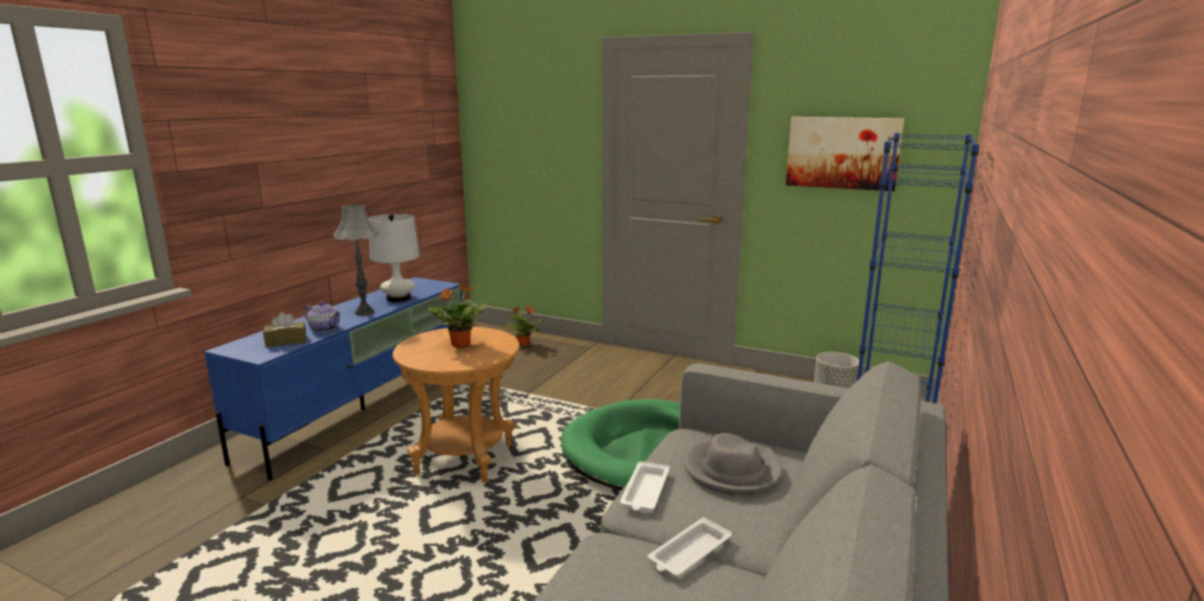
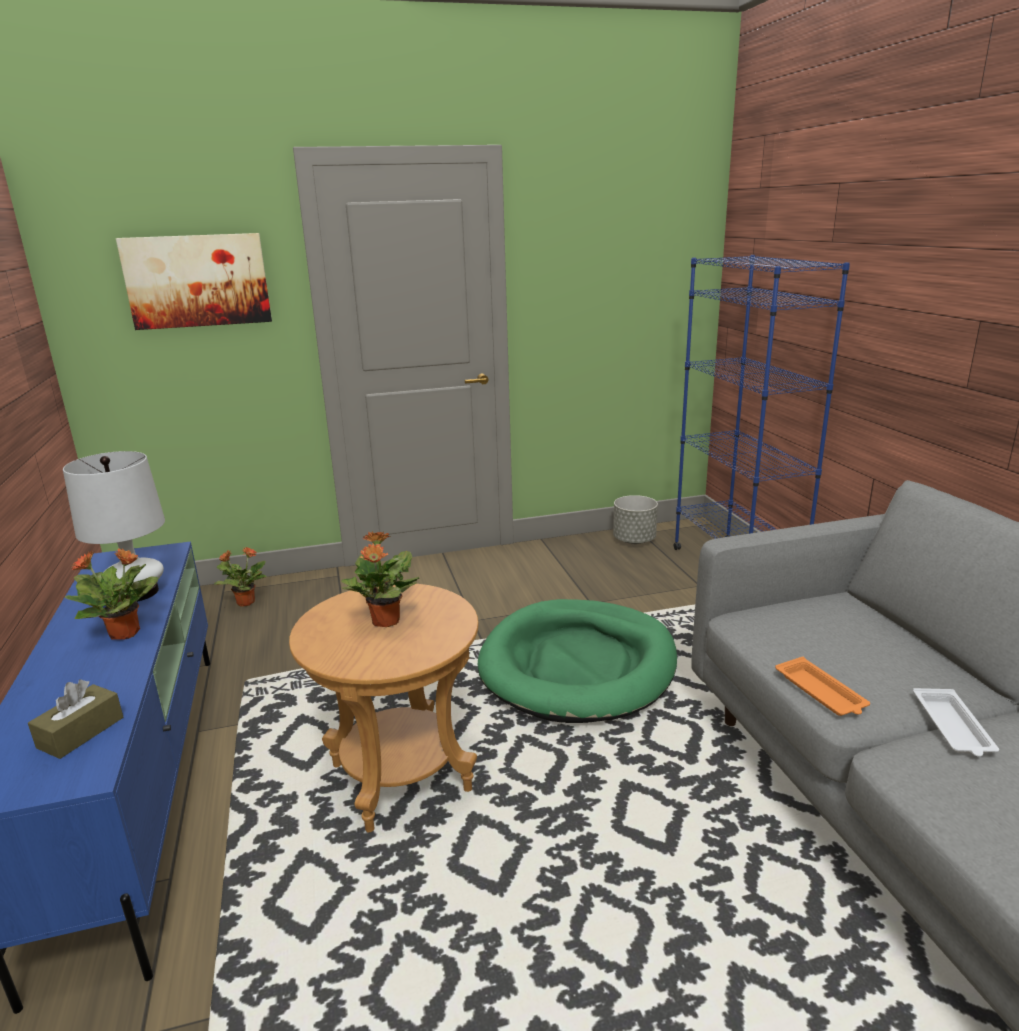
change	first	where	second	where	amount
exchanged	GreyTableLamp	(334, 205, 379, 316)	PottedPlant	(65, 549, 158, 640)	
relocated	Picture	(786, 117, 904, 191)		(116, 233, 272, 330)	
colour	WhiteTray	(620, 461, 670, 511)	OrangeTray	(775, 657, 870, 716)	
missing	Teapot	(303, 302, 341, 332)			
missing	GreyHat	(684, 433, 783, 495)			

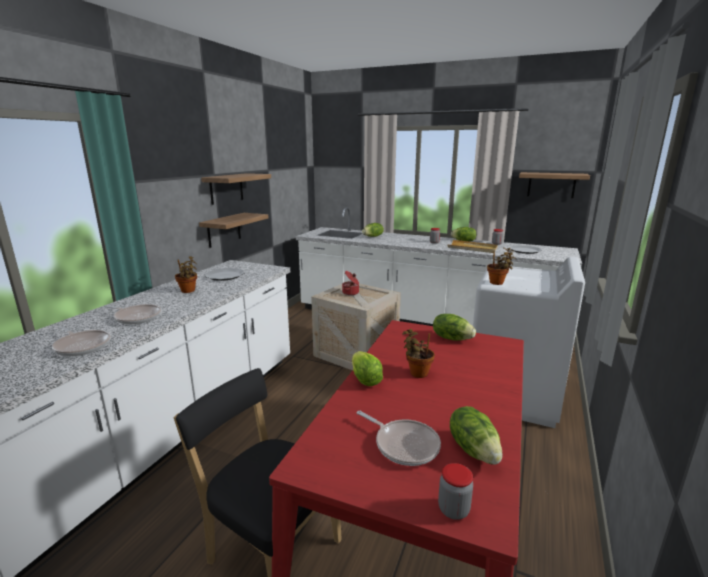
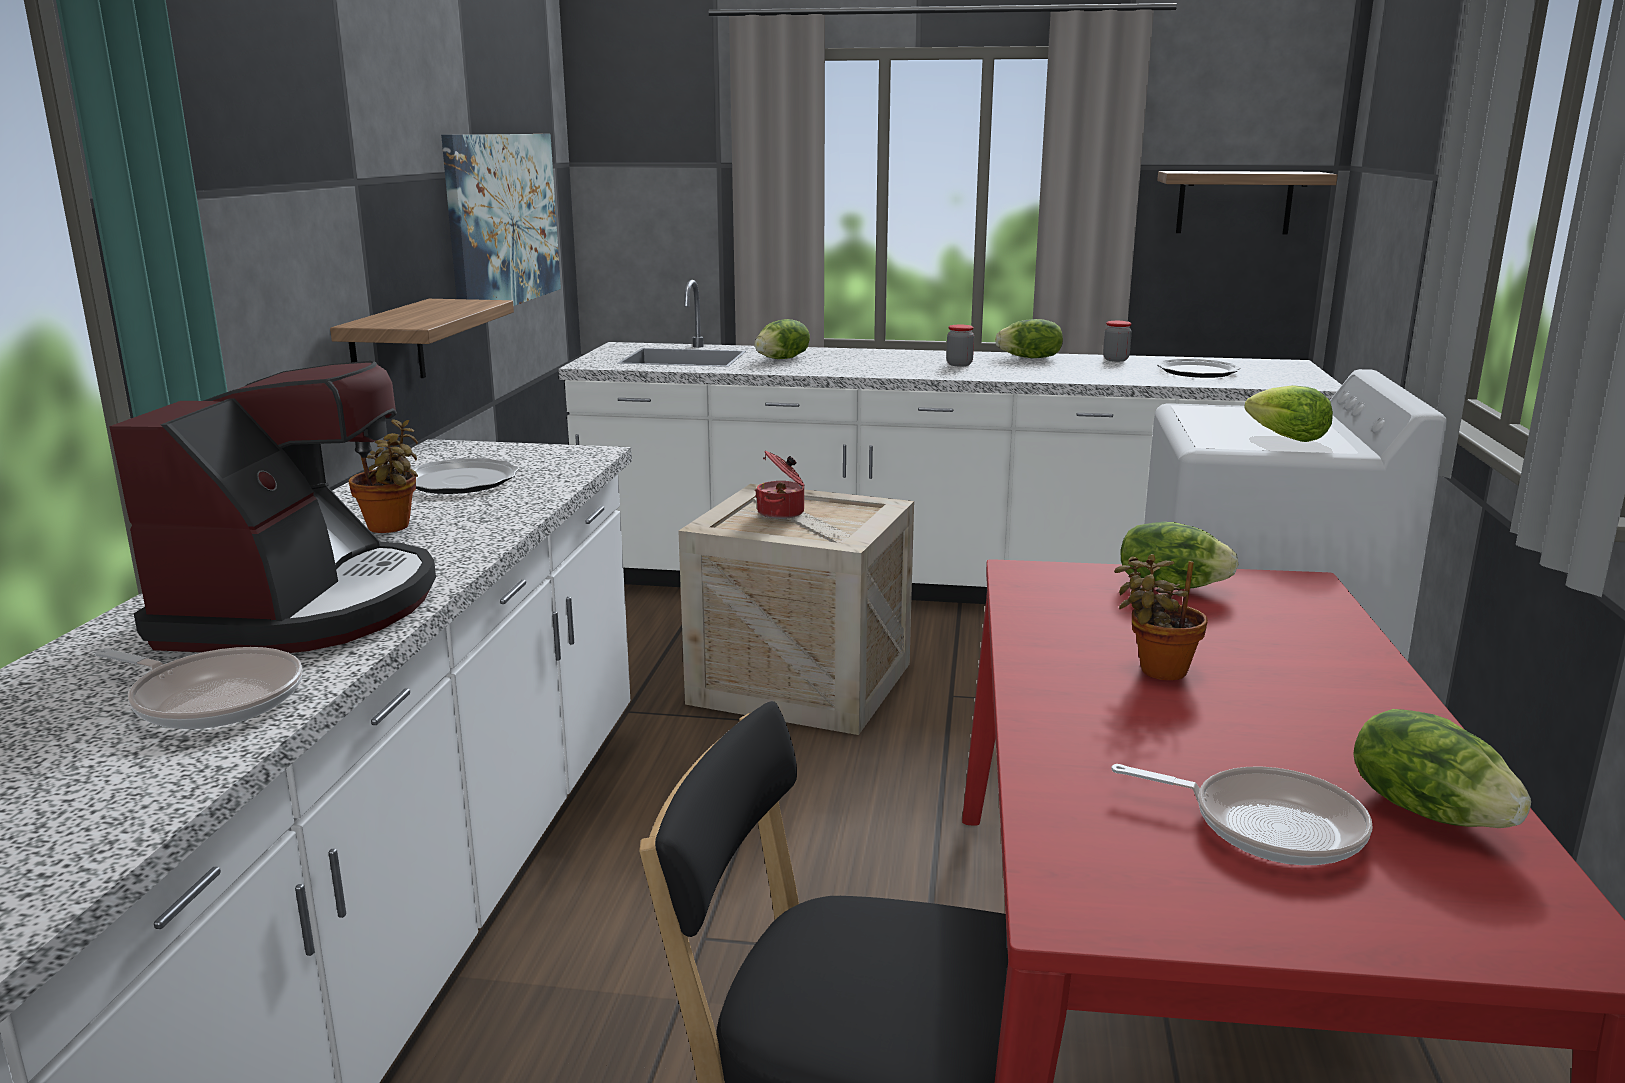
change	first	where	second	where	amount
exchanged	FryingPan	(104, 304, 161, 324)	CoffeeMachine	(109, 361, 436, 653)	
appeared			Picture	(441, 134, 561, 306)	
relocated	Lettuce	(352, 351, 383, 386)		(1244, 385, 1333, 442)	
missing	Shelf	(201, 173, 271, 205)			
missing	Jar	(438, 463, 473, 520)			
missing	BeigeTray	(447, 240, 498, 253)			
missing	PottedPlant	(487, 248, 516, 285)			

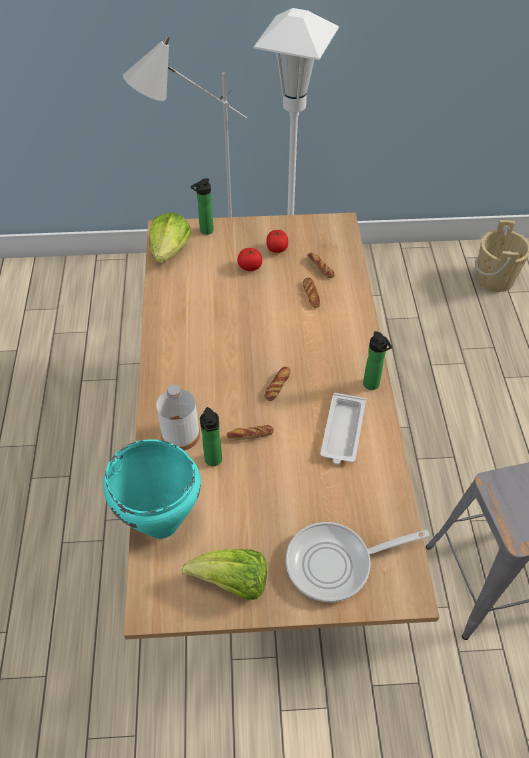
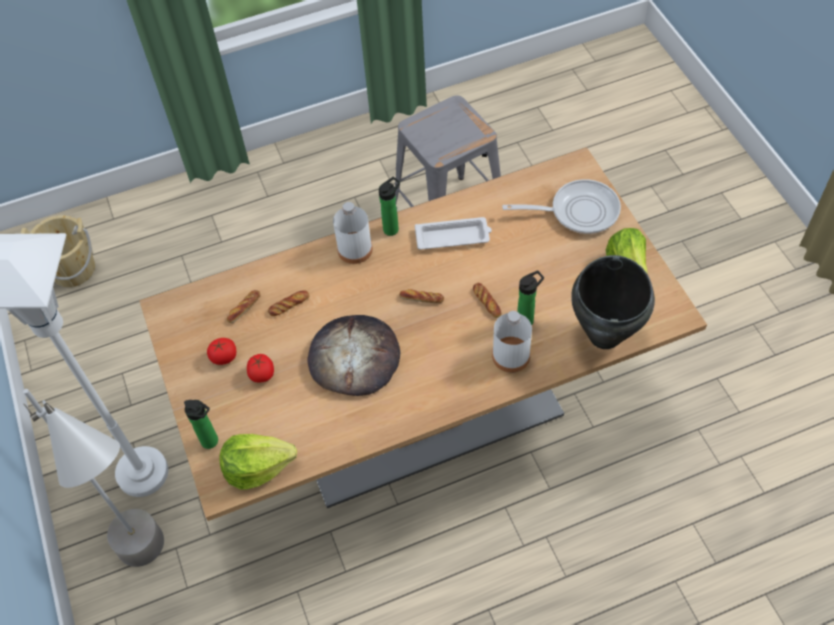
change	first	where	second	where	amount
appeared			Bread	(307, 315, 400, 396)	
appeared			WhiteBottle	(333, 202, 373, 264)	
spun	FryingPan	(286, 522, 430, 602)		(502, 179, 621, 234)	60 degrees counterclockwise
colour	TurquoiseCookingPot	(103, 439, 201, 539)	BlackCookingPot	(571, 255, 655, 349)	

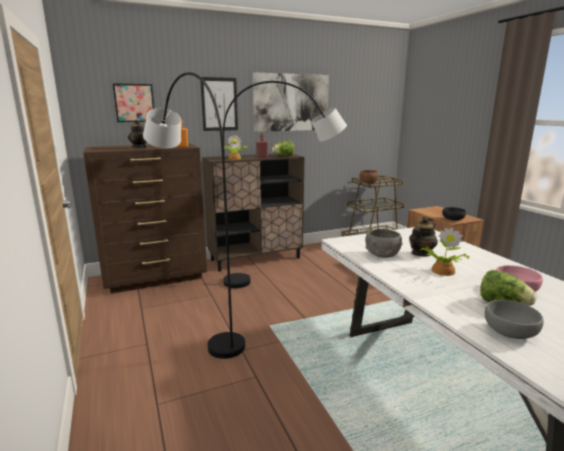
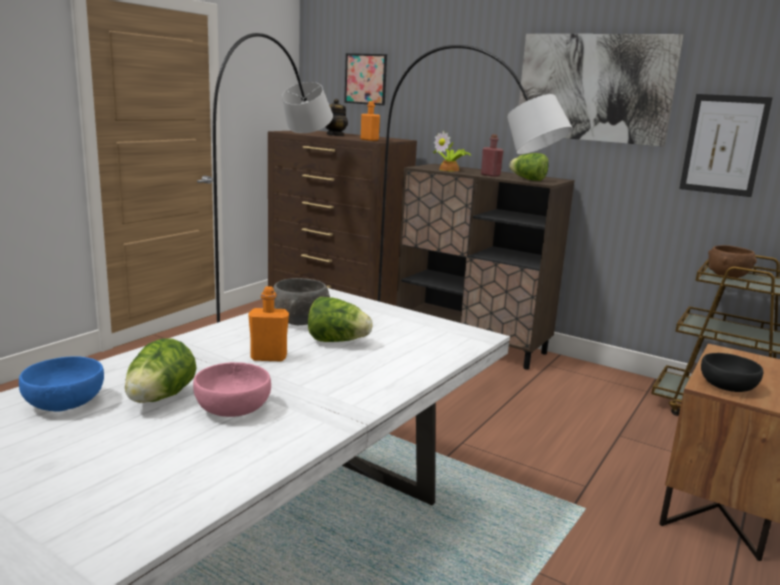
change	first	where	second	where	amount
colour	GreyBowl	(485, 300, 544, 339)	BlueBowl	(19, 356, 104, 412)	
exchanged	PottedPlant	(419, 227, 469, 276)	OrangeBottle	(248, 286, 289, 361)	
exchanged	Teapot	(409, 217, 438, 256)	Lettuce	(308, 297, 373, 342)	
relocated	Picture	(200, 77, 238, 131)		(679, 94, 773, 197)	

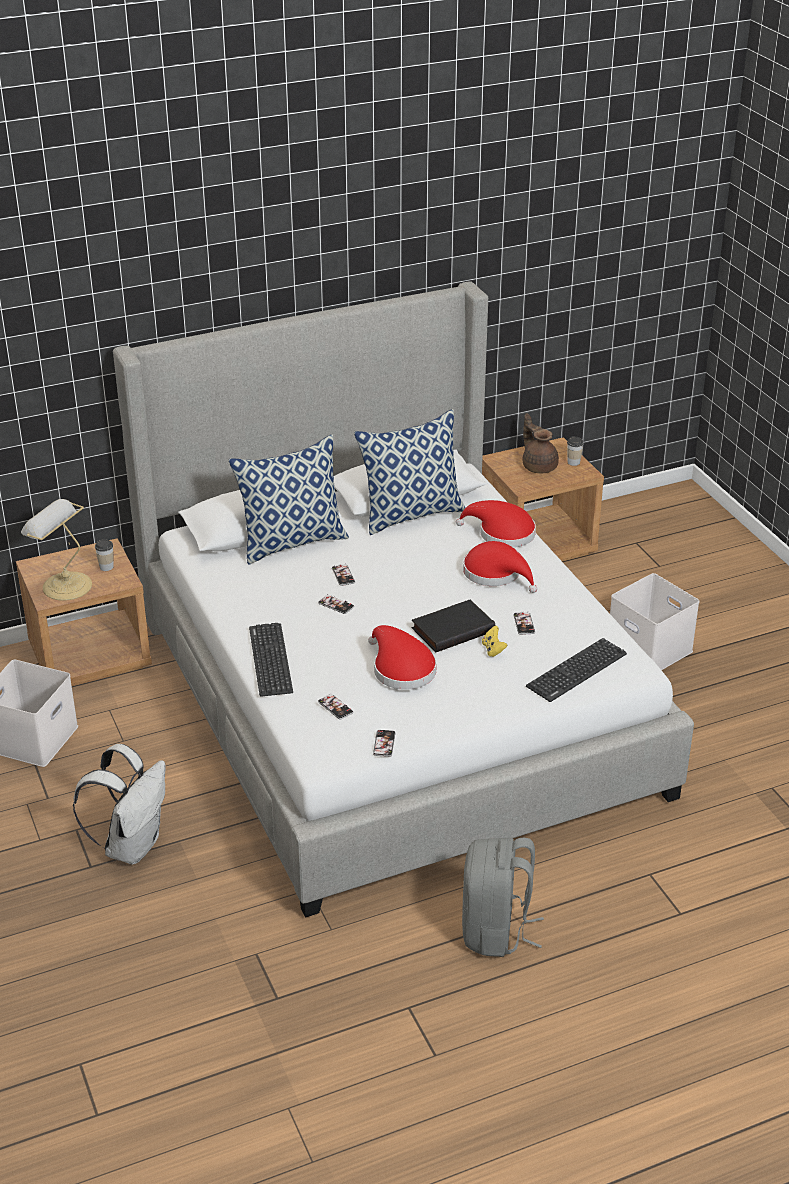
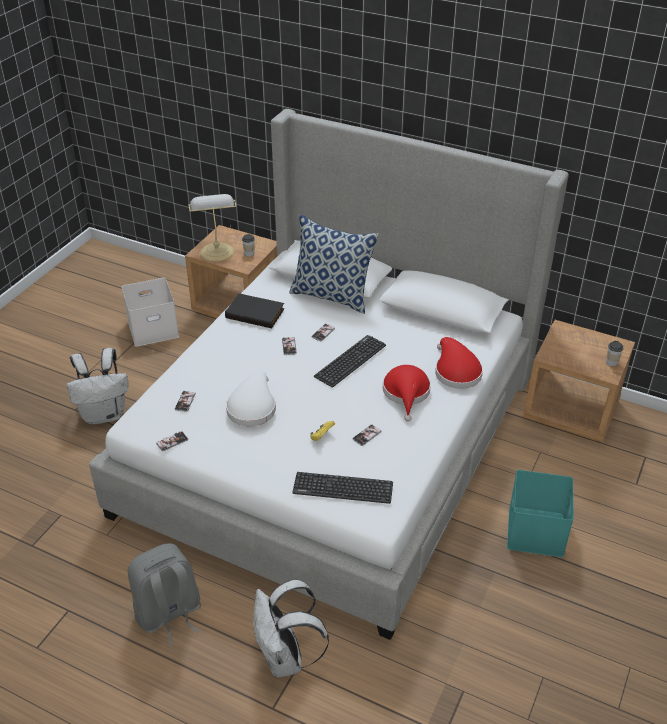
change	first	where	second	where	amount
relocated	BlackBook	(412, 599, 495, 653)		(225, 293, 284, 328)	
colour	RedHat	(368, 625, 437, 690)	WhiteHat	(226, 370, 276, 426)	
appeared			WhiteBackpack	(253, 579, 329, 677)	
relocated	Keyboard	(249, 623, 293, 697)		(314, 335, 386, 387)	
colour	WhiteStorageBox	(610, 573, 699, 670)	TurquoiseStorageBox	(507, 470, 574, 557)	
missing	Pillow	(354, 409, 465, 535)			
missing	BrownTeapot	(522, 414, 559, 473)			

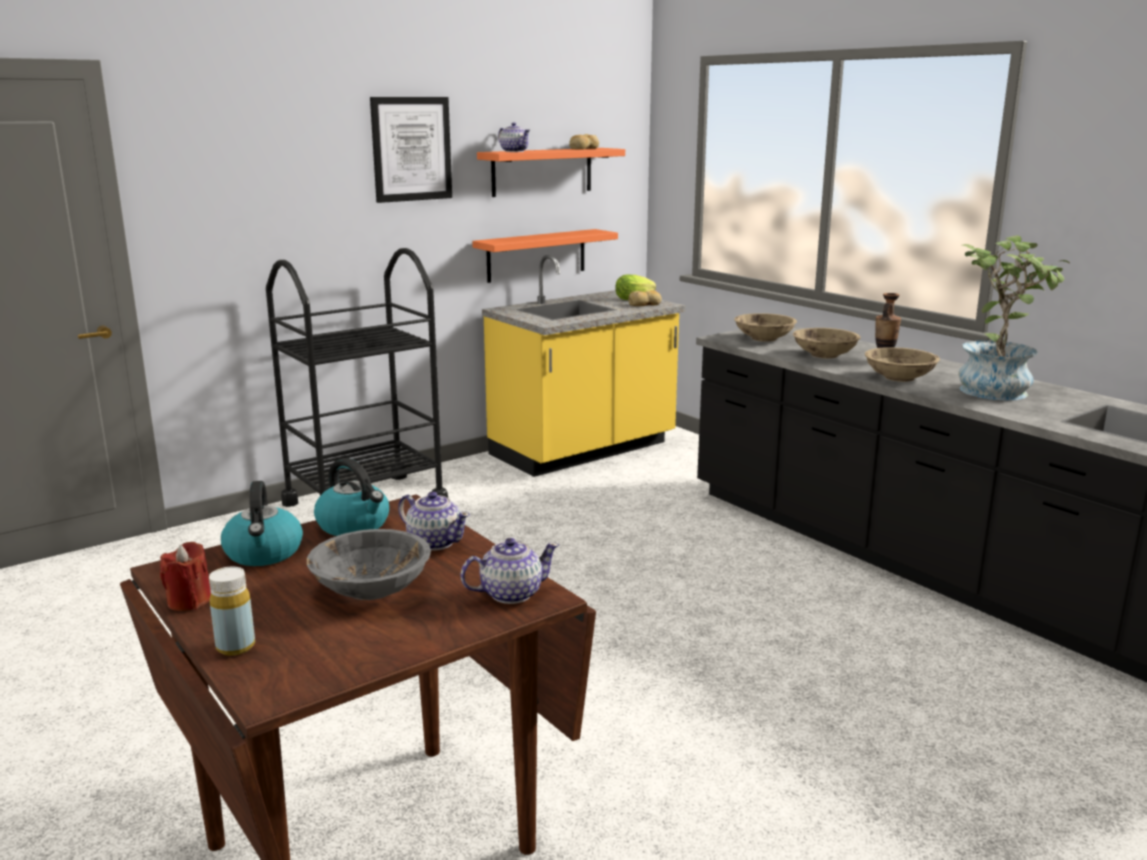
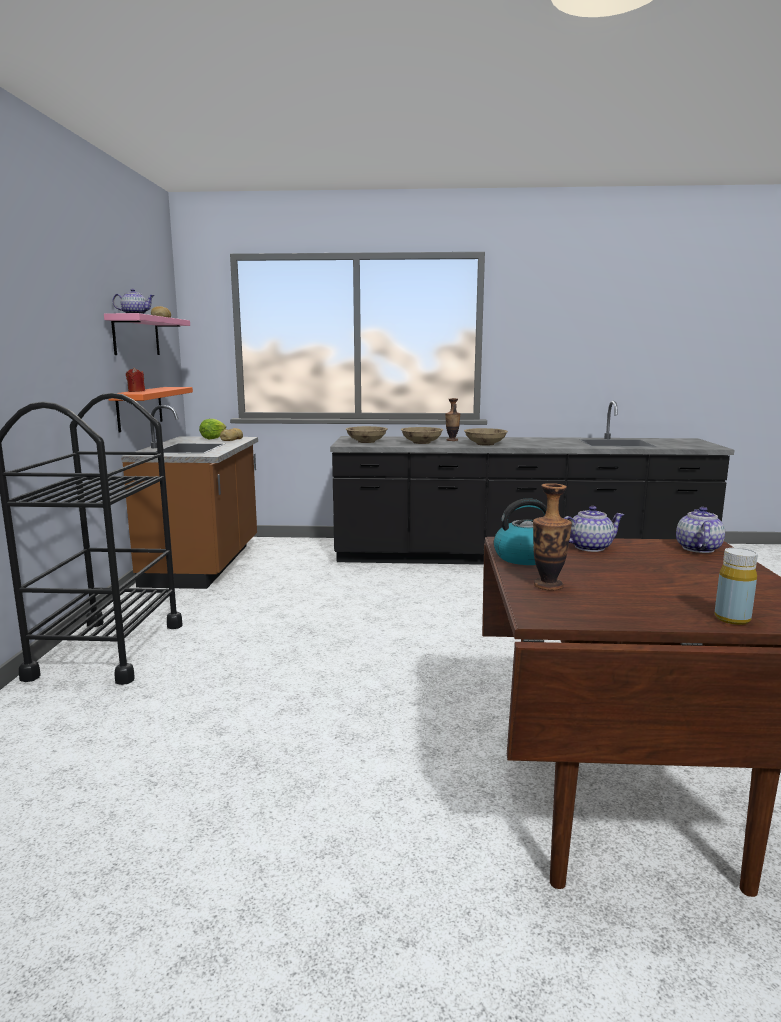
change	first	where	second	where	amount
colour	OrangeShelf	(477, 148, 625, 197)	PinkShelf	(104, 313, 190, 355)	
colour	YellowCounter	(482, 255, 685, 477)	BrownCounter	(121, 405, 258, 589)	
relocated	RedCandle	(160, 542, 211, 611)		(126, 367, 145, 392)	
exchanged	Kettle	(221, 481, 303, 566)	Vase	(533, 483, 572, 590)	
missing	GreyBowl	(307, 529, 431, 600)			
missing	Picture	(370, 97, 452, 203)			
missing	PottedPlant	(959, 235, 1070, 400)			

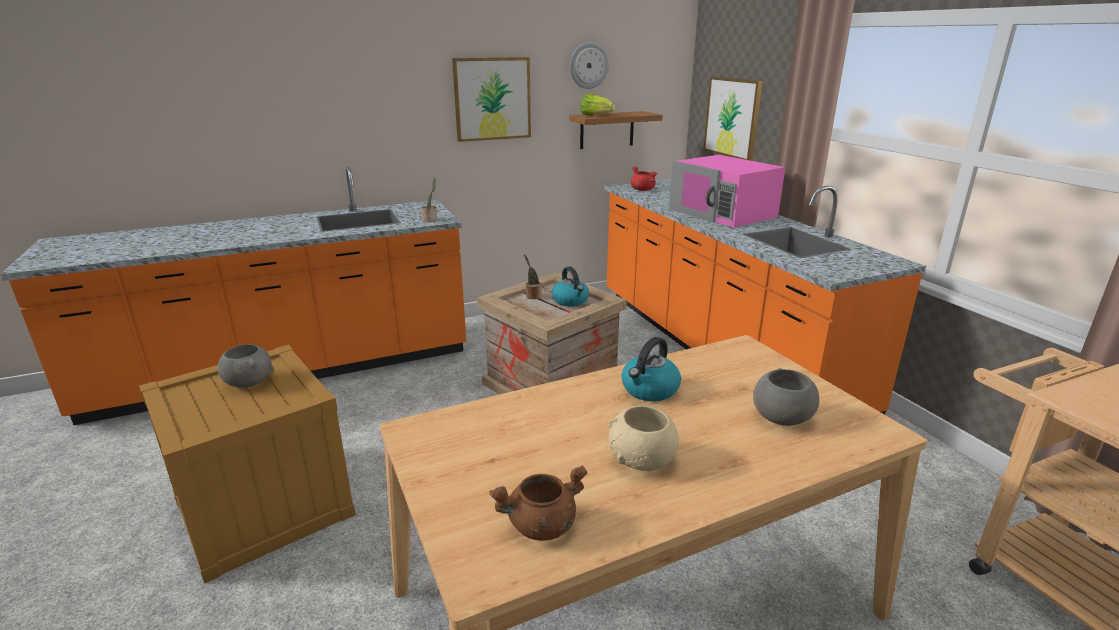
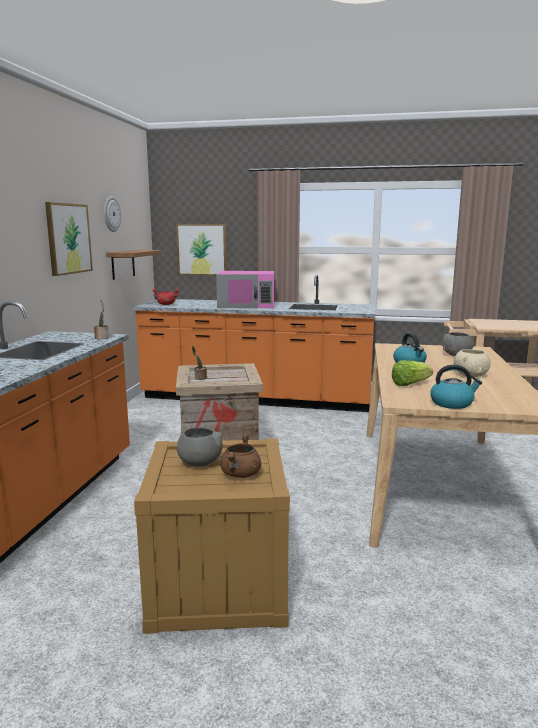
change	first	where	second	where	amount
relocated	BrownCookingPot	(489, 466, 588, 541)		(220, 433, 261, 478)	
relocated	Lettuce	(580, 94, 615, 116)		(392, 360, 433, 386)	
relocated	Kettle	(552, 267, 589, 306)		(430, 365, 482, 409)	

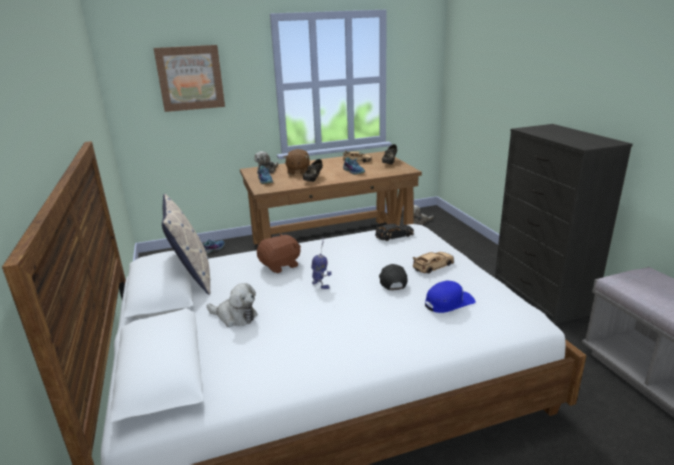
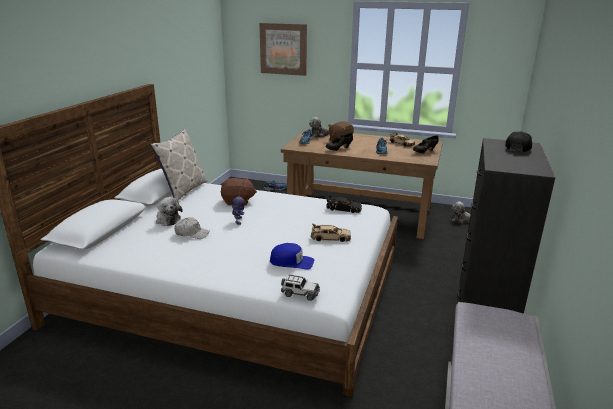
change	first	where	second	where	amount
appeared			WhiteCap	(175, 217, 210, 239)	
appeared			ToyCar	(281, 275, 320, 301)	
relocated	BlackCap	(379, 264, 407, 290)		(505, 131, 532, 152)	

